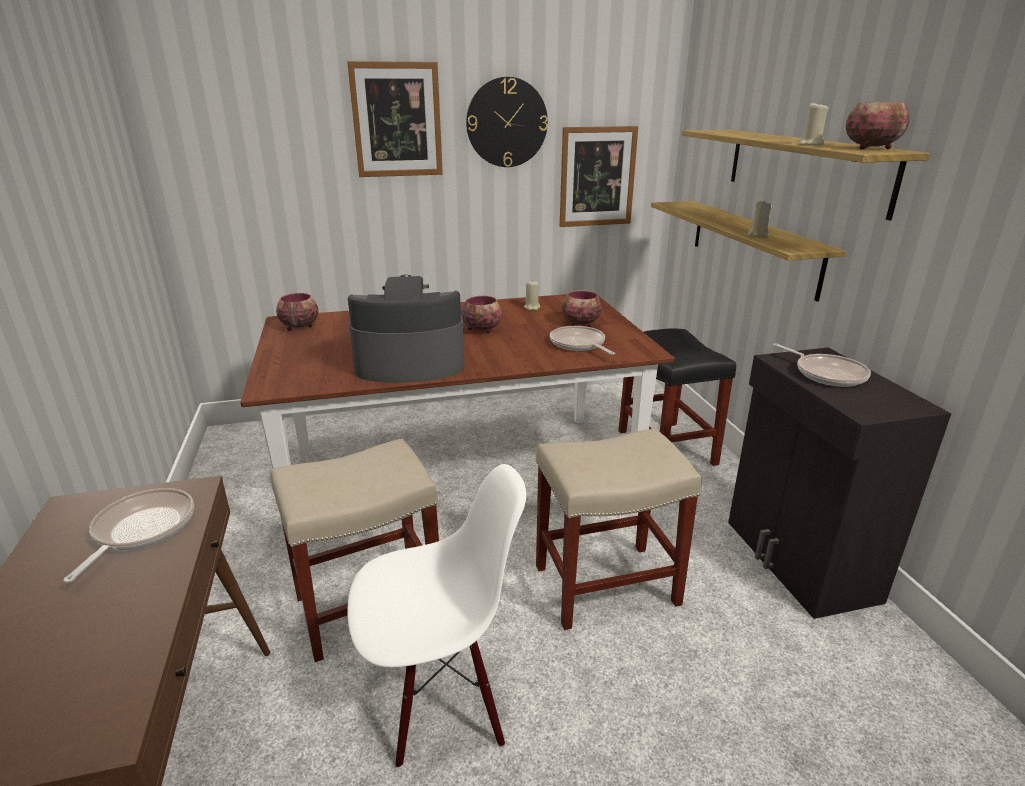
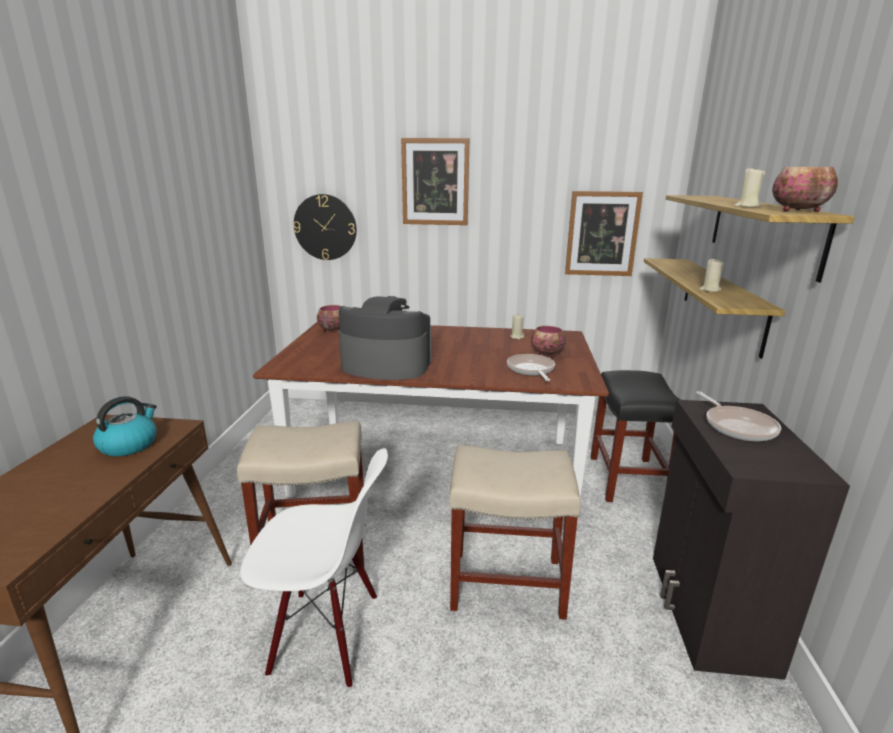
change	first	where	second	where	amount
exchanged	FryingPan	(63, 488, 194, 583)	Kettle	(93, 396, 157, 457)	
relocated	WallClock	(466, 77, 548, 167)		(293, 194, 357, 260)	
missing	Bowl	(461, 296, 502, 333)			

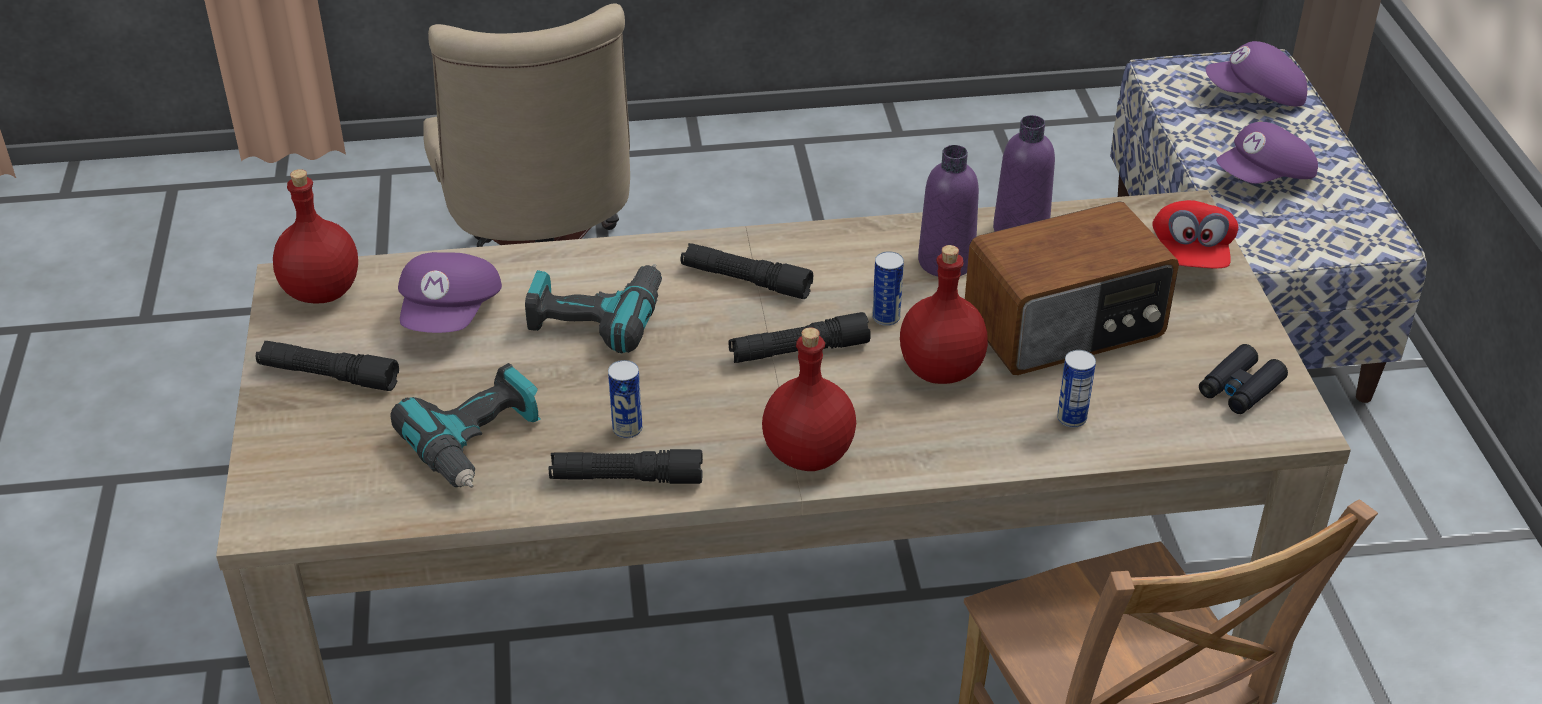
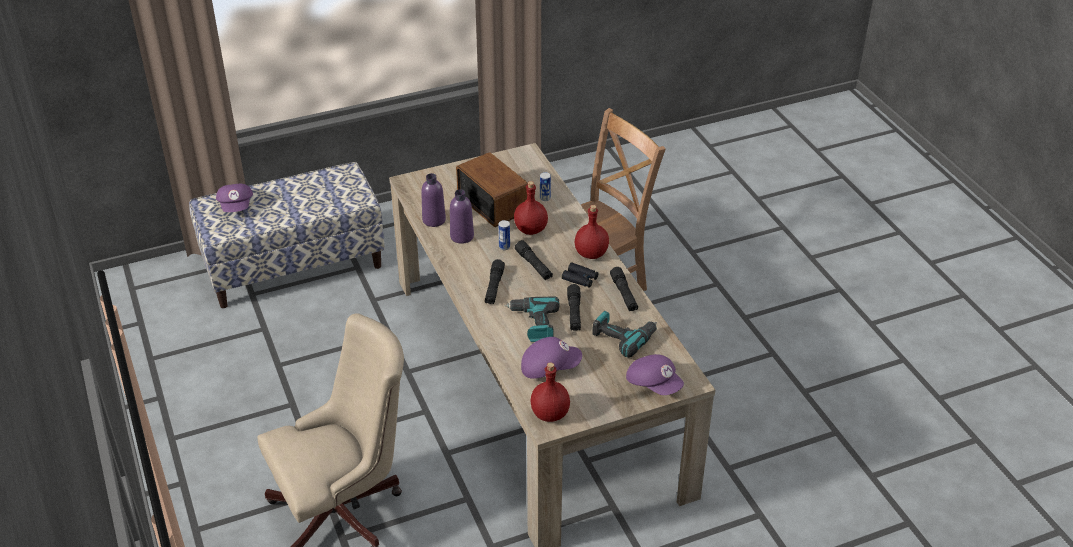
change	first	where	second	where	amount
relocated	BlackBinoculars	(1199, 344, 1288, 414)		(562, 262, 598, 288)	
relocated	BlackFlashlight	(256, 341, 399, 391)		(567, 284, 581, 331)	
relocated	PurpleCap	(1216, 122, 1318, 184)		(626, 354, 684, 395)	
missing	Can	(608, 360, 642, 438)			
missing	RedCap	(1152, 200, 1238, 268)			

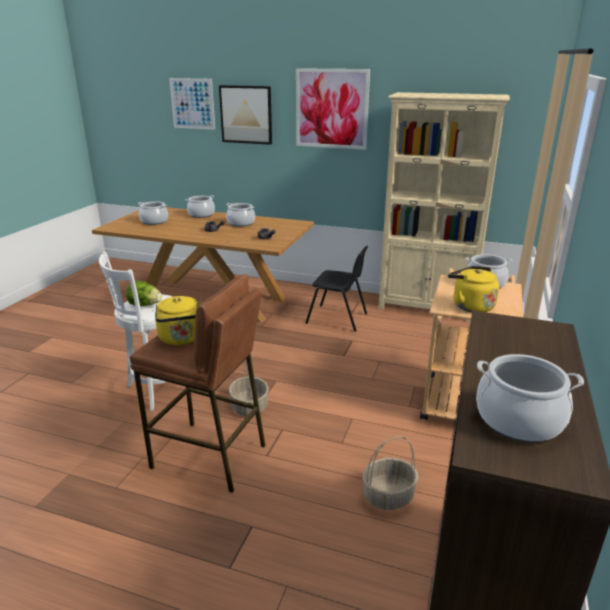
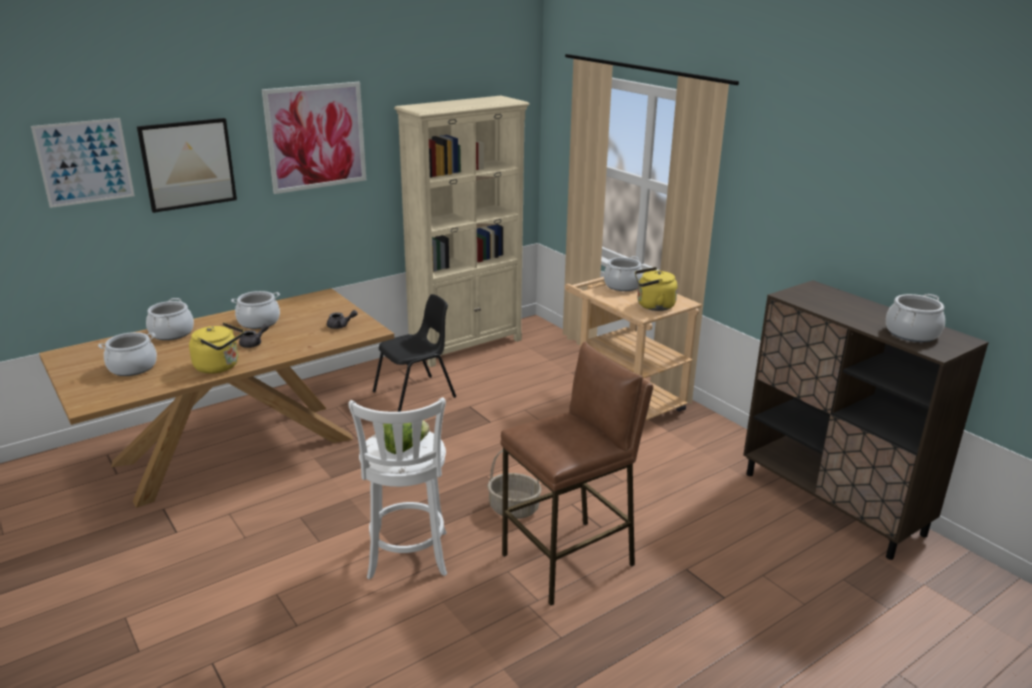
change	first	where	second	where	amount
relocated	YellowKettle	(155, 296, 200, 345)		(189, 322, 244, 374)	
missing	Basket	(362, 436, 419, 510)			

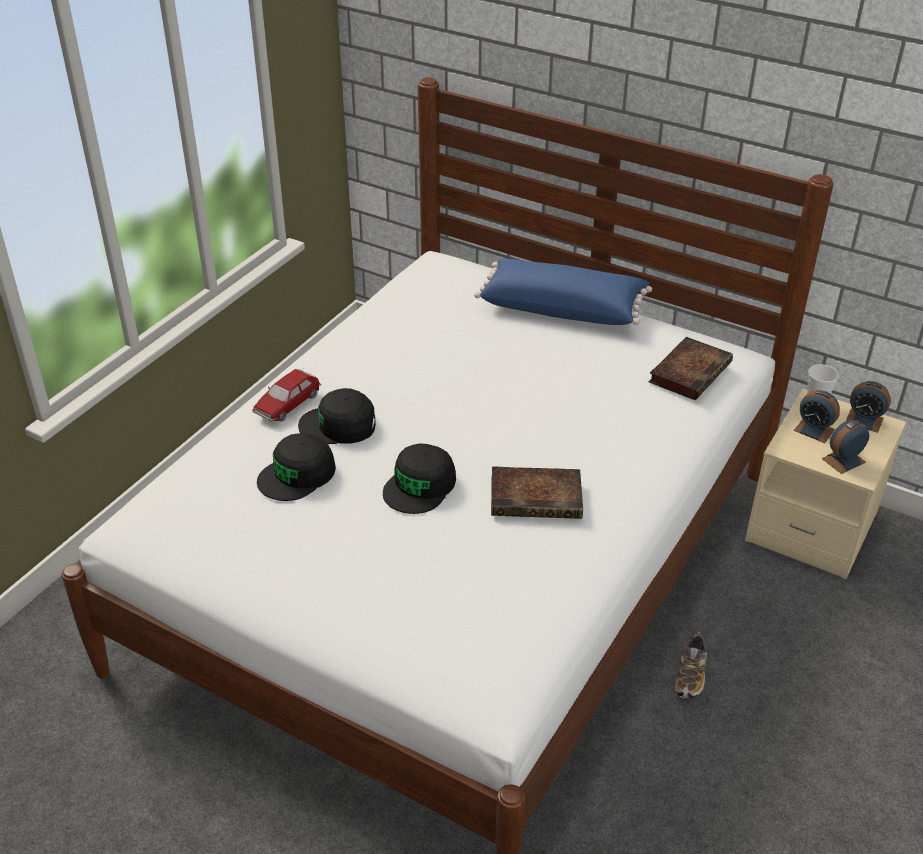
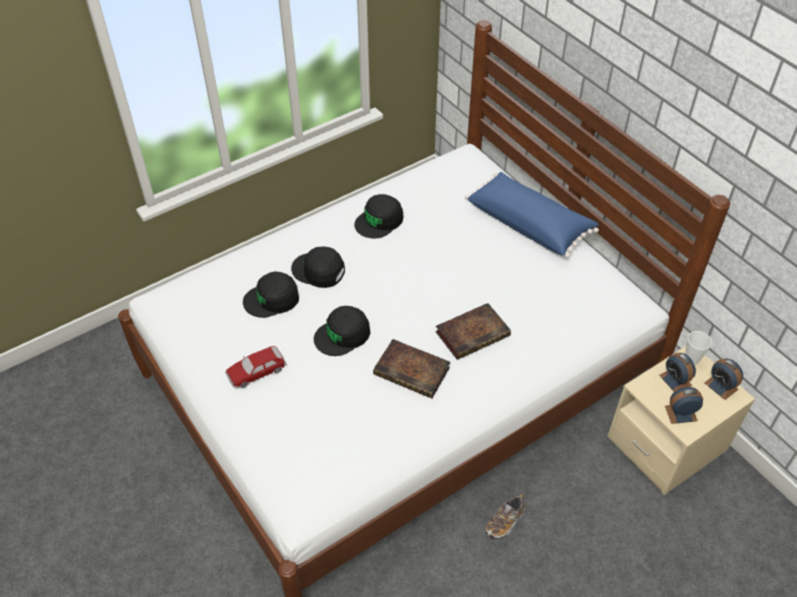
change	first	where	second	where	amount
relocated	ToyCar	(252, 369, 321, 421)		(225, 346, 286, 388)	
appeared			BlackCap	(354, 194, 403, 238)	
relocated	Book	(649, 337, 733, 400)		(435, 303, 511, 360)	

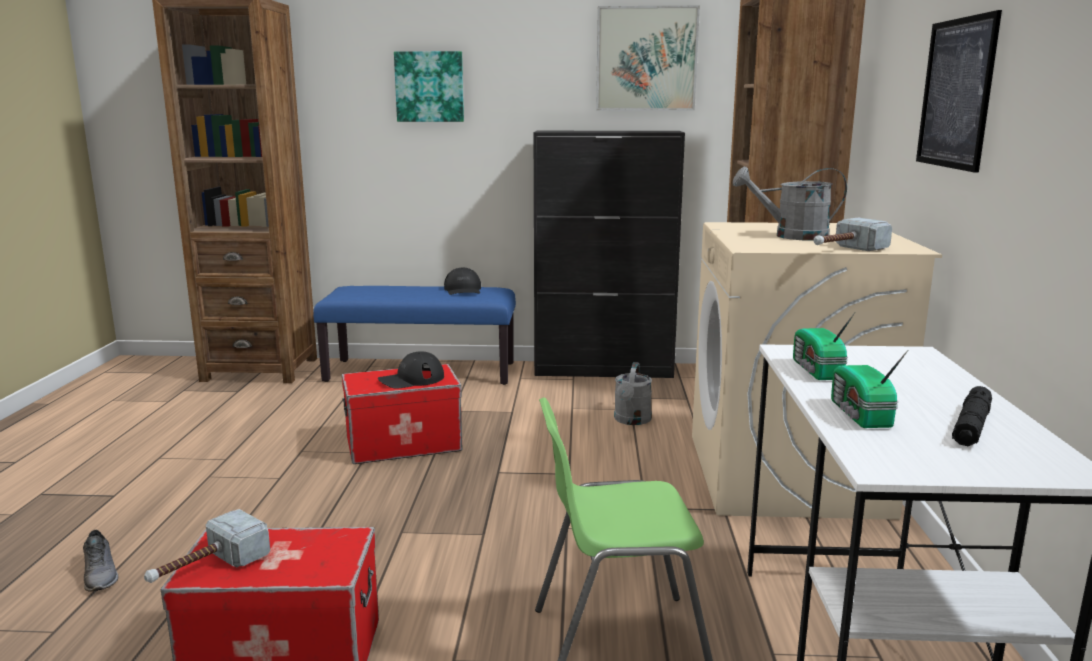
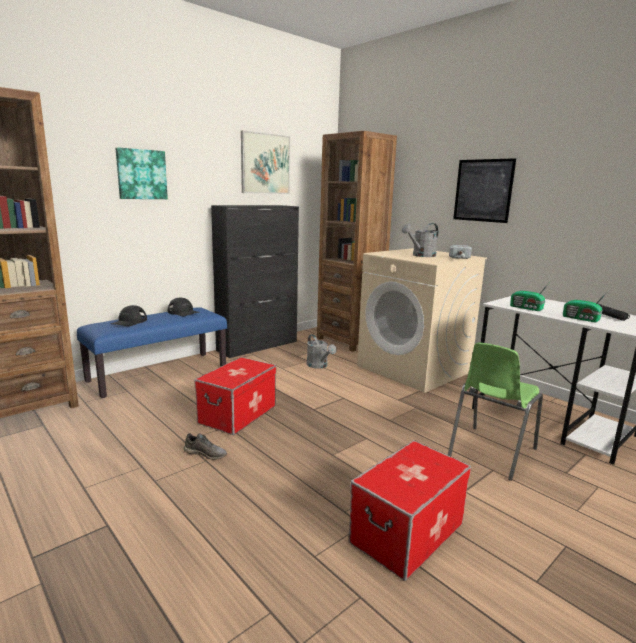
change	first	where	second	where	amount
relocated	BlackCap	(378, 351, 444, 389)		(111, 305, 147, 326)	
relocated	GreyShoe	(83, 530, 119, 592)		(184, 433, 227, 460)	
missing	Hammer	(144, 509, 270, 583)			

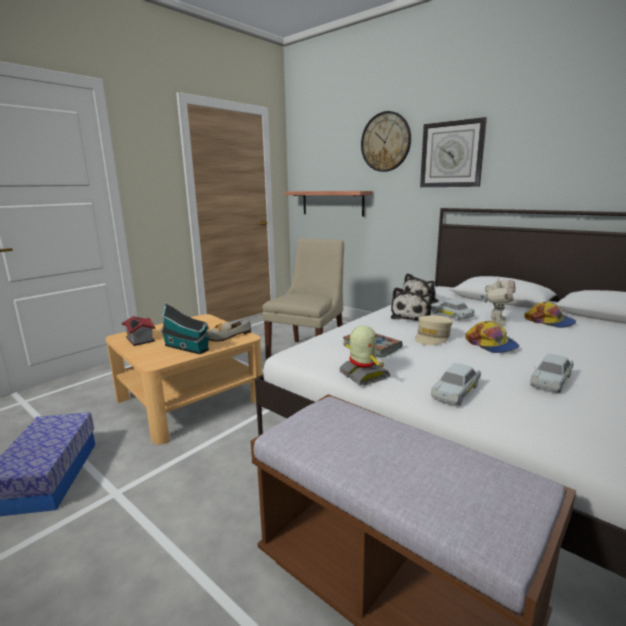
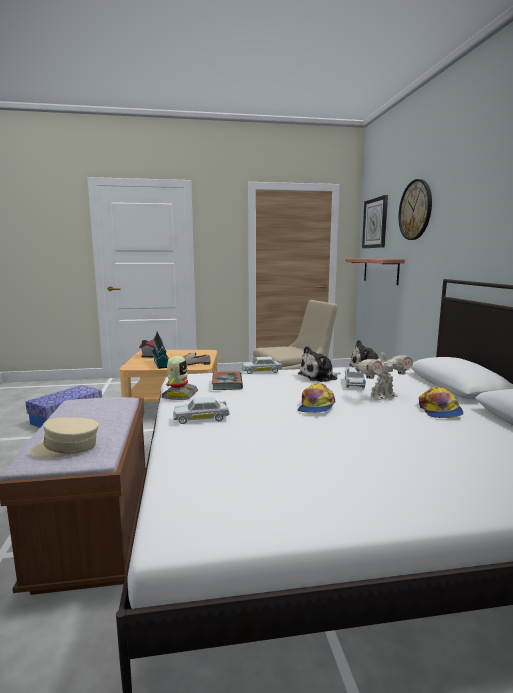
change	first	where	second	where	amount
relocated	BeigeCap	(415, 315, 453, 345)		(28, 417, 99, 458)	
relocated	WhiteToyCar	(530, 354, 574, 393)		(242, 357, 282, 374)	
relocated	WallClock	(420, 117, 487, 187)		(362, 195, 388, 248)	

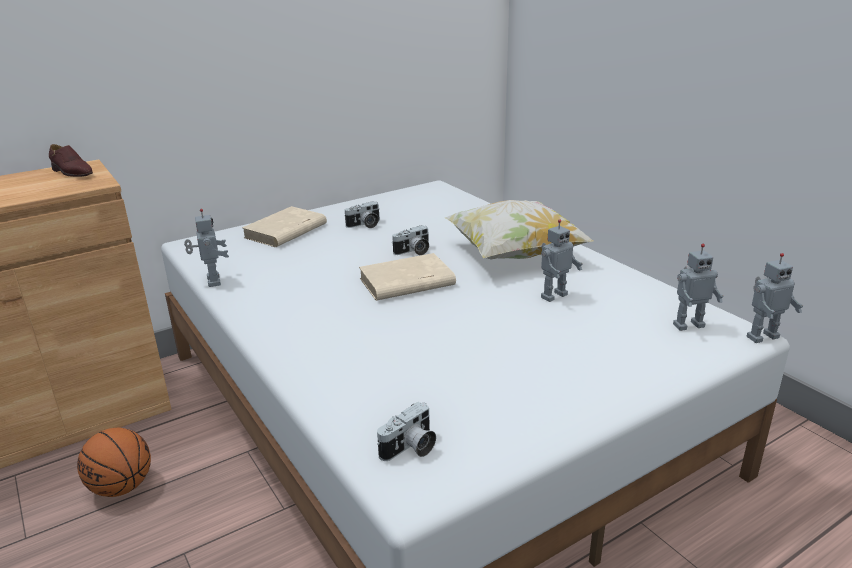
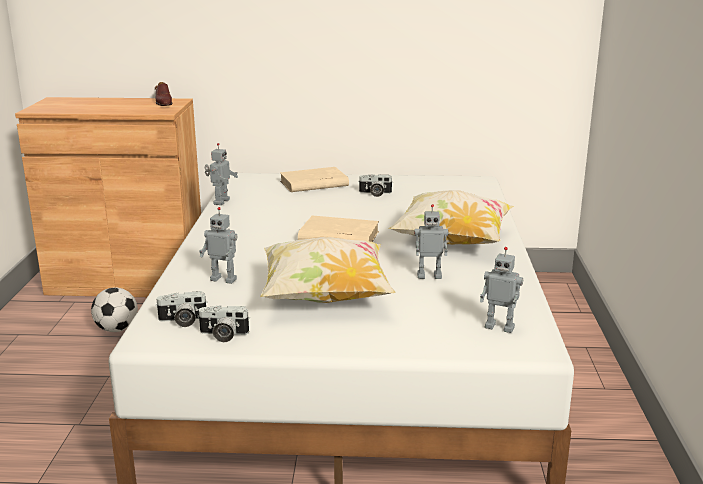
change	first	where	second	where	amount
exchanged	Basketball	(77, 428, 151, 497)	Football	(91, 287, 138, 332)	
relocated	PhotoCamera	(392, 225, 429, 255)		(197, 305, 250, 342)	
relocated	ToyRobot	(747, 253, 803, 343)		(199, 207, 237, 284)	
appeared			Pillow	(260, 237, 395, 303)	

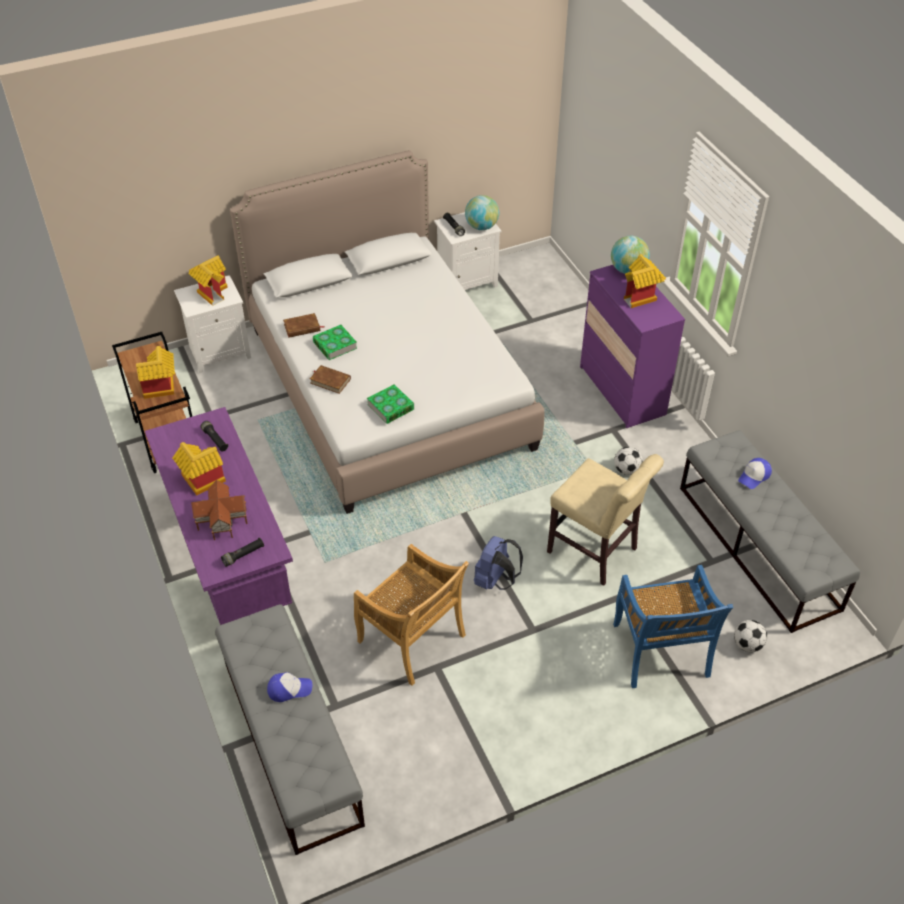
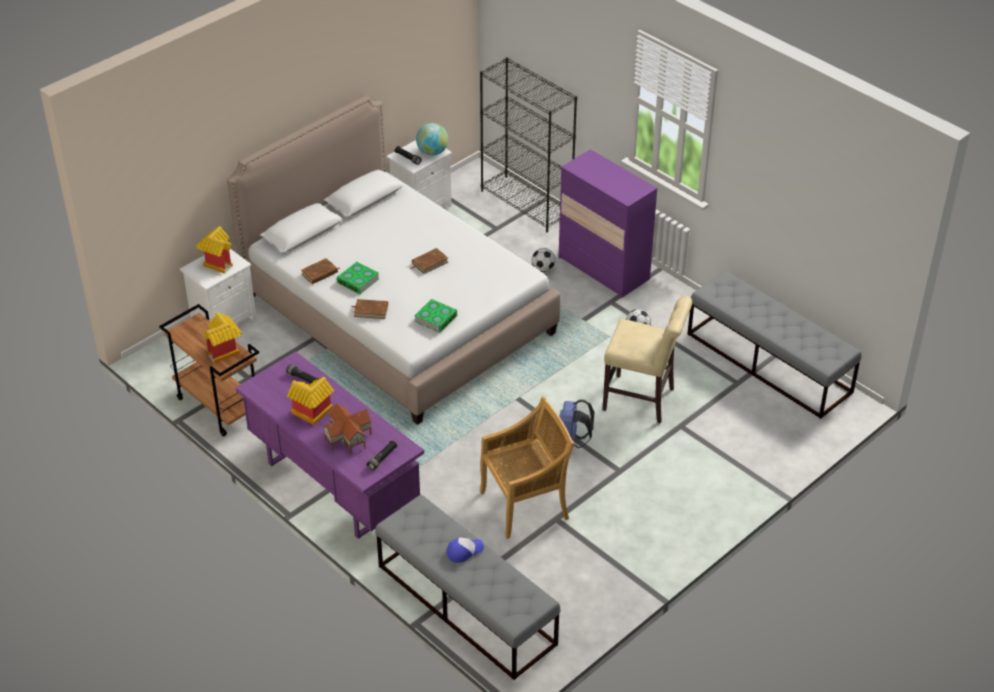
change	first	where	second	where	amount
appeared			BrownBook	(411, 248, 448, 274)	
appeared			BlackBookcase	(480, 57, 577, 232)	
spun	BeigeChair	(354, 544, 469, 686)		(480, 396, 575, 539)	45 degrees counterclockwise
relocated	Football	(734, 620, 767, 652)		(531, 248, 556, 272)	
missing	Globe	(611, 236, 650, 274)			
missing	BlueChair	(613, 565, 733, 688)			
missing	ToyHouse	(624, 254, 666, 308)			
missing	Cap	(738, 458, 772, 489)			

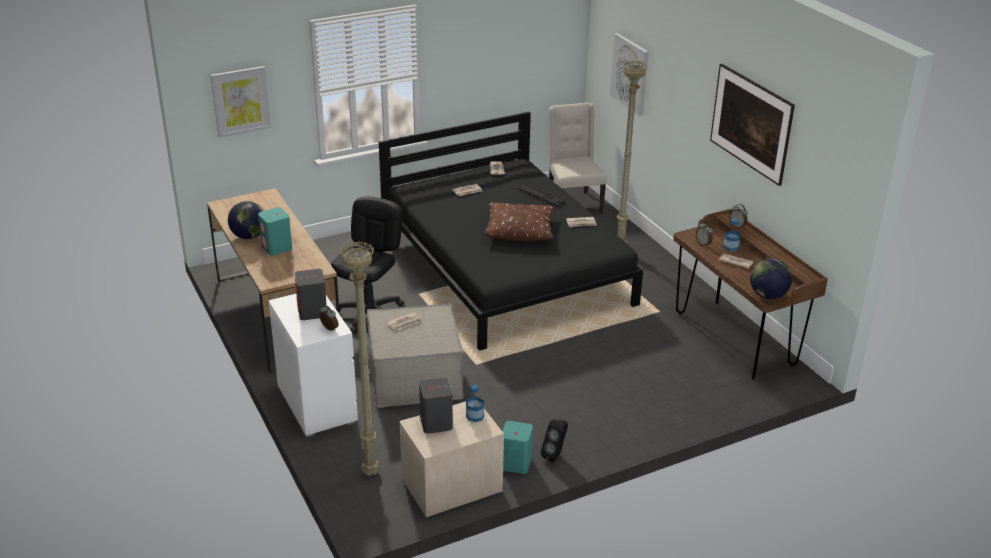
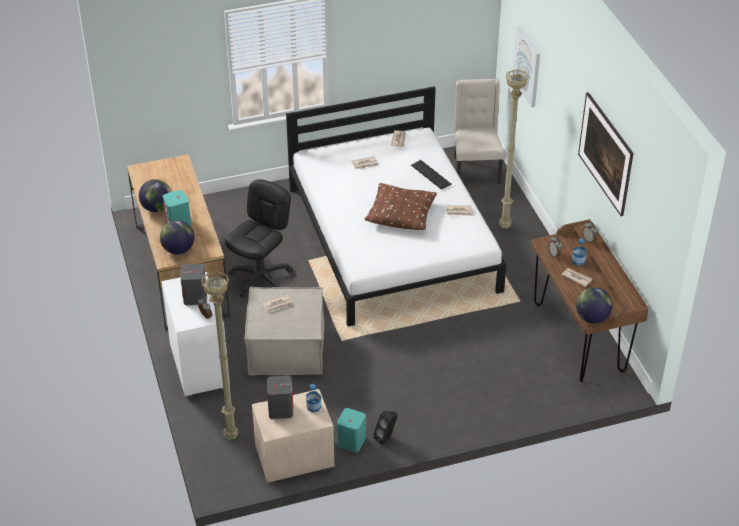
change	first	where	second	where	amount
appeared			Globe	(160, 220, 194, 254)	
colour	BlackBed	(379, 112, 643, 351)	WhiteBed	(286, 86, 506, 326)	
missing	Picture	(211, 66, 271, 138)			

